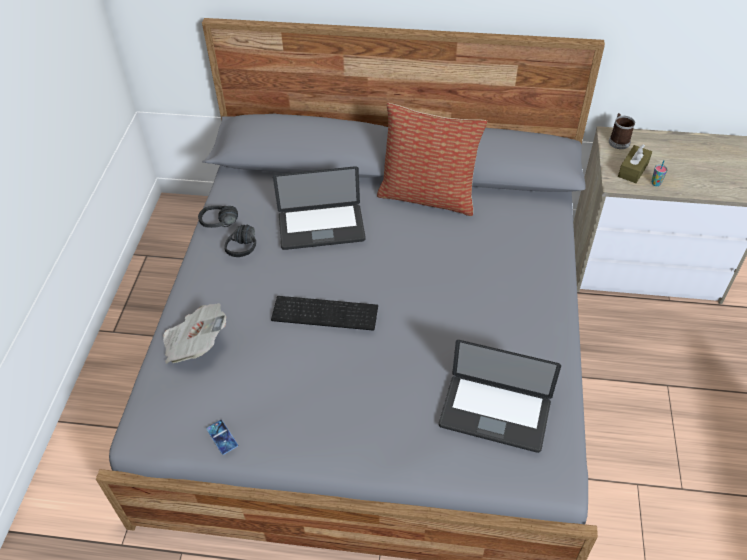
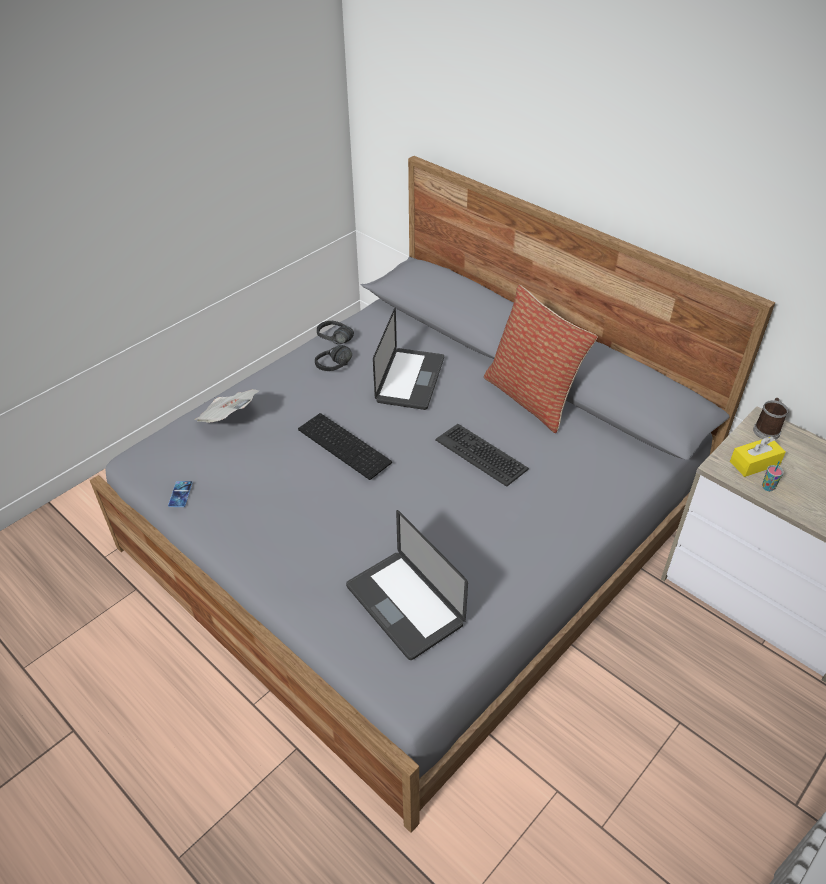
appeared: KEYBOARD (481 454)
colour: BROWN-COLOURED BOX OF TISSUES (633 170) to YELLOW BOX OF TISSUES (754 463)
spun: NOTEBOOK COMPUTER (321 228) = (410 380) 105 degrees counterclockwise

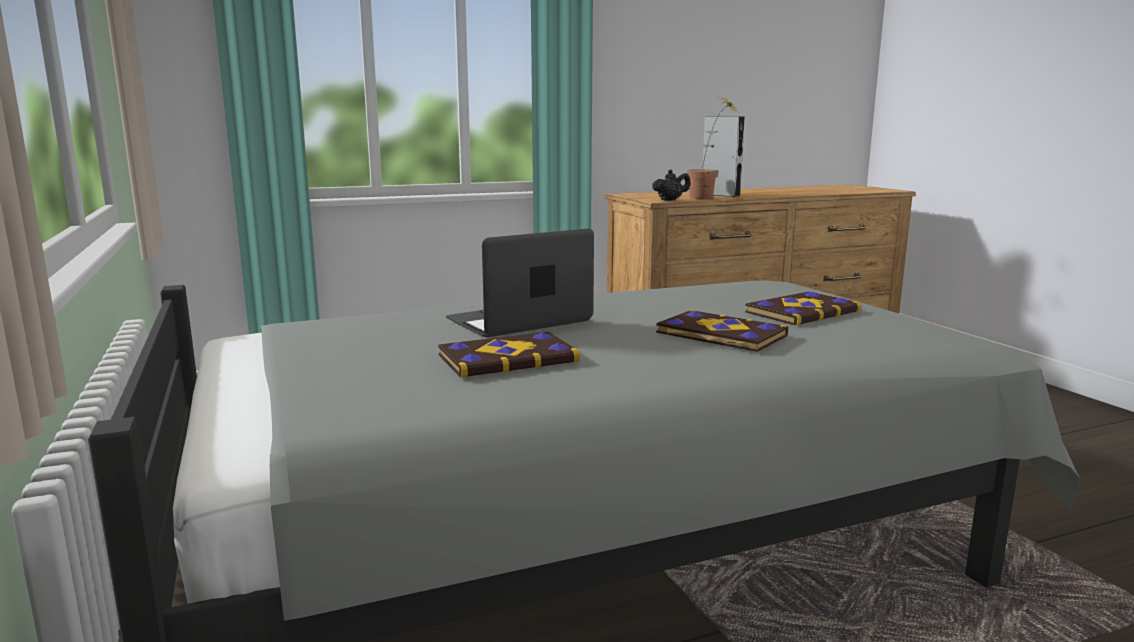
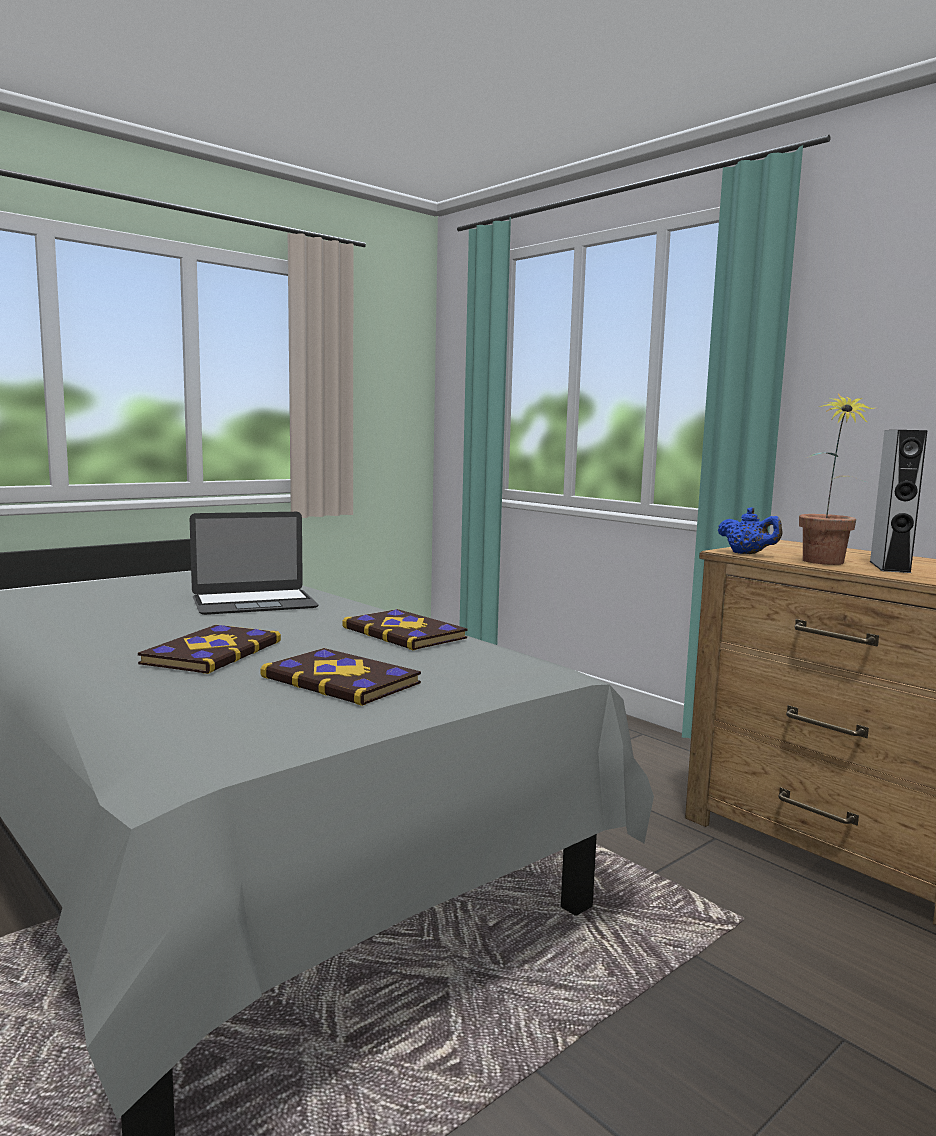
relocated: BOUND BOOK (507 358) to (405 633)
colour: BLACKISH TEA POT (670 200) to BLUISH TEA POT (747 554)
spun: NOTEBOOK COMPUTER (519 320) = (254 602) 120 degrees clockwise

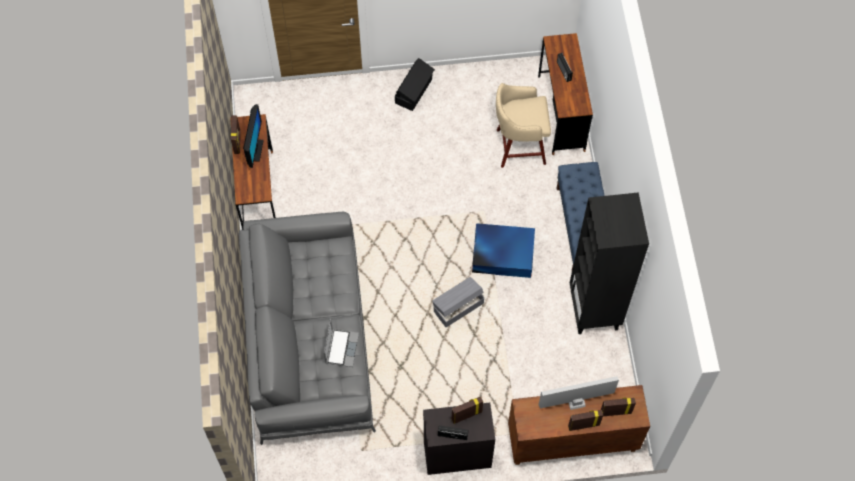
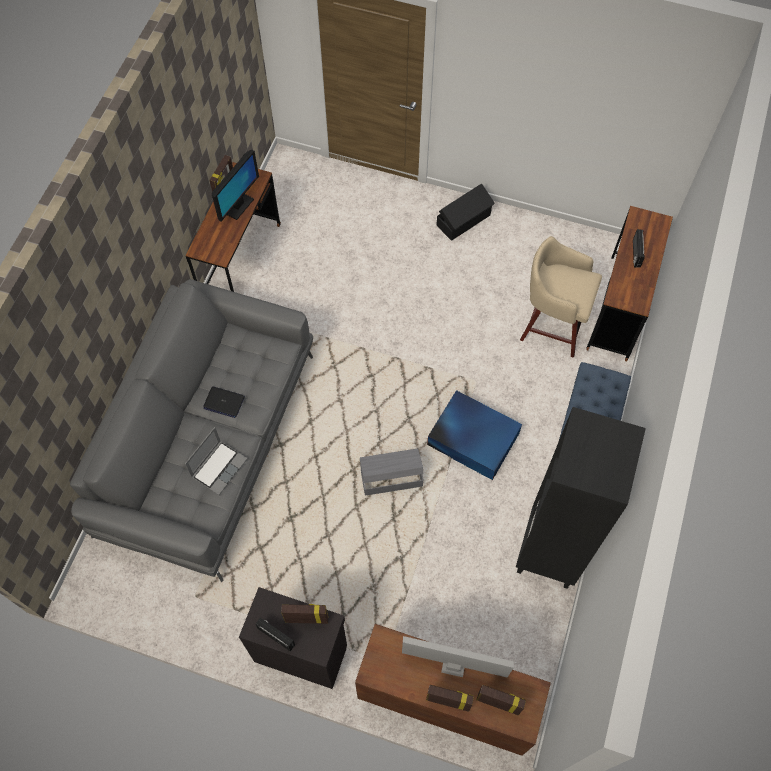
appeared: NOTEBOOK COMPUTER (224 402)

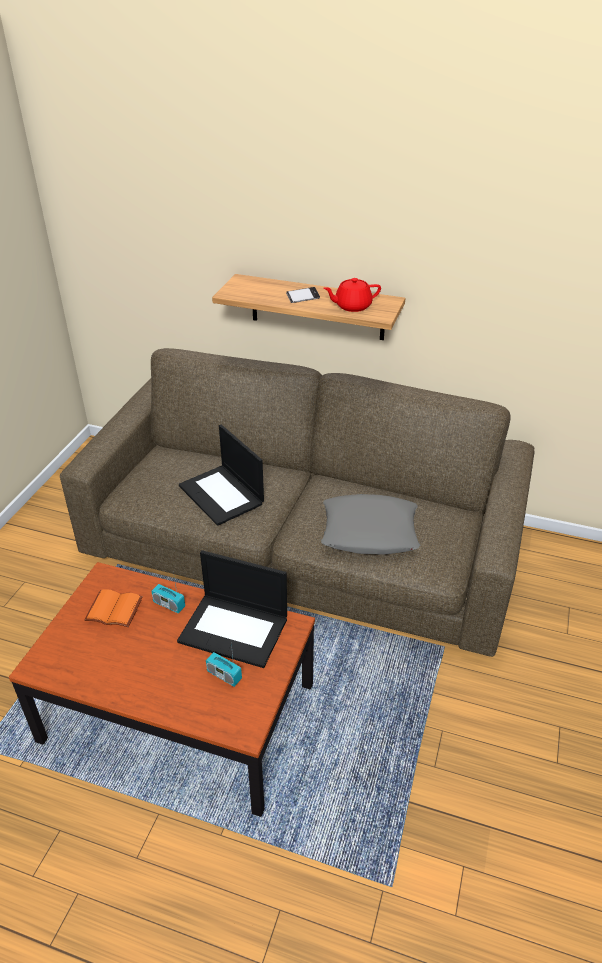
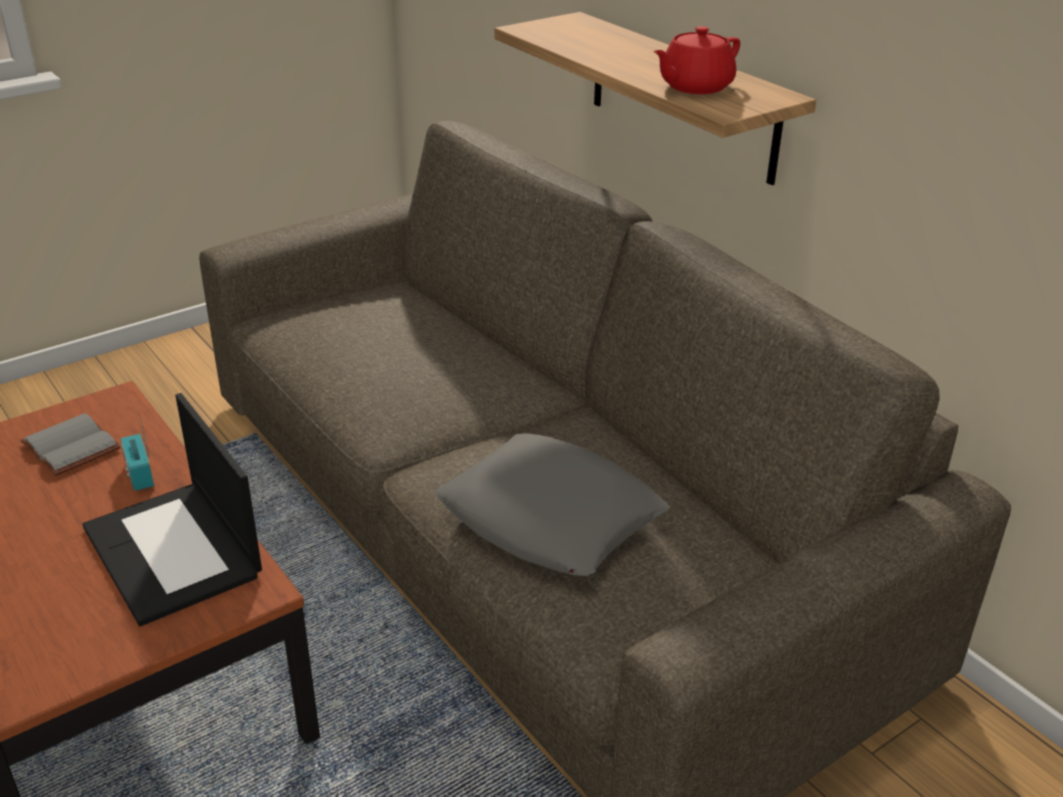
missing: NOTEBOOK COMPUTER (222 495); RADIO (224 675); HANDSET (303 297)
colour: ORANGE-COLOURED BOUND BOOK (112 610) to GRAY BOUND BOOK (68 447)
spun: RED TEA POT (352 306) = (694 87) 60 degrees counterclockwise

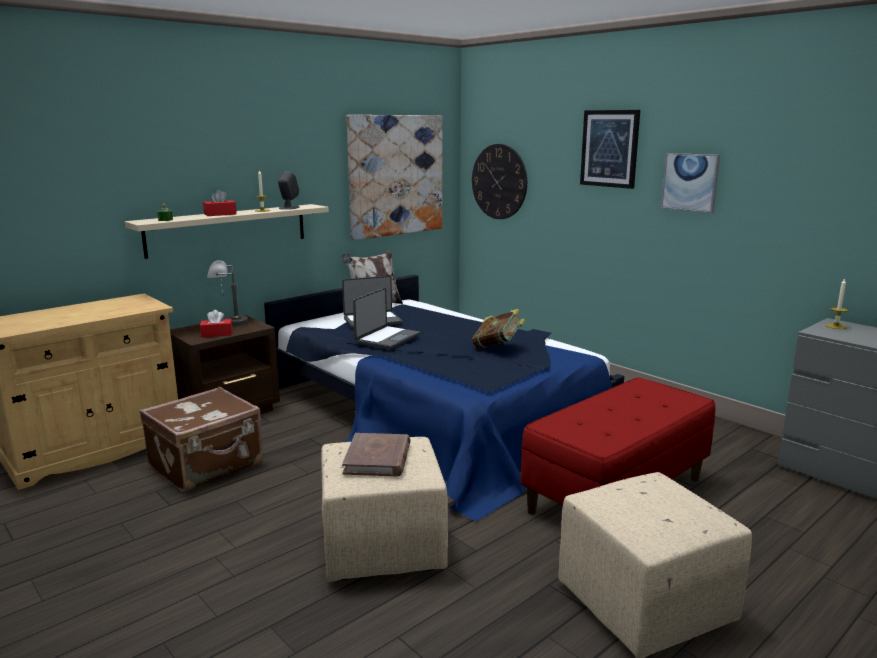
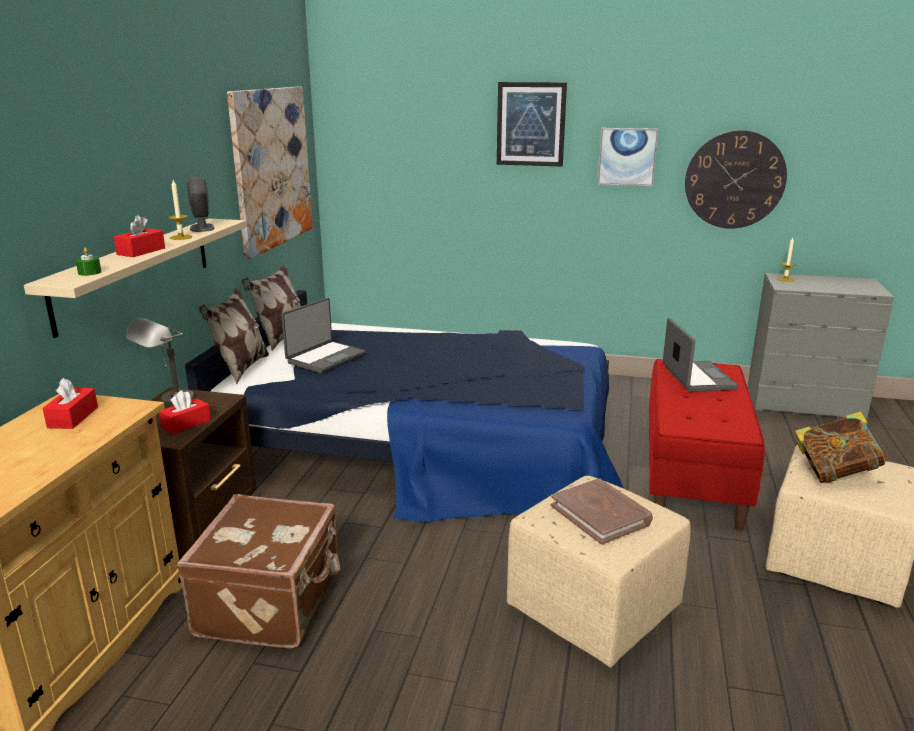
appeared: RED BOX OF TISSUES (73 417); CUSHION (240 369)
relocated: NOTEBOOK COMPUTER (386 338) to (696 377); CLOCK ON THE WALL (499 181) to (734 180); BOUND BOOK (498 348) to (835 473)

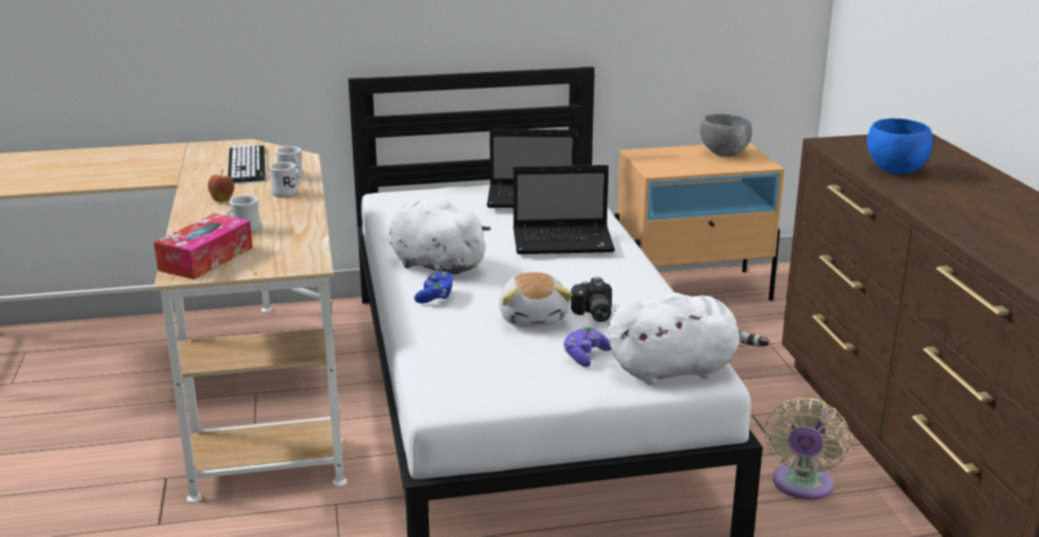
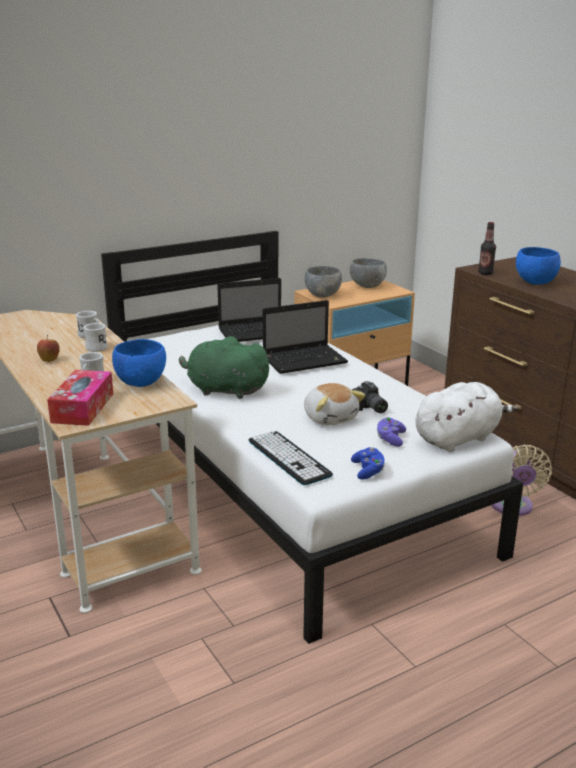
appeared: BLUISH SERVING BOWL (141 383); GRAY SERVING BOWL (323 295); BEVERAGE BOTTLE (485 273)
relocated: KEYBOARD (247 165) to (288 458); BLUISH JOYPAD (435 297) to (368 471)
colour: WHITE PLUSH TOY (434 265) to GREENISH PLUSH TOY (224 390)

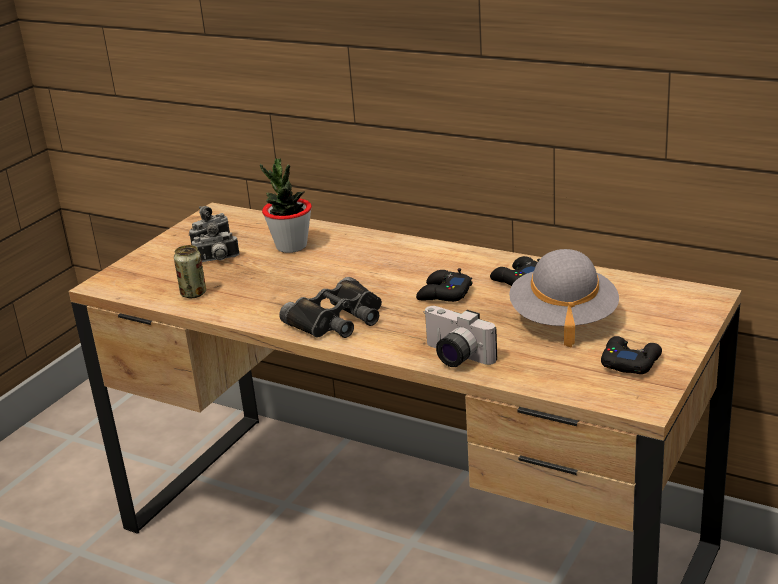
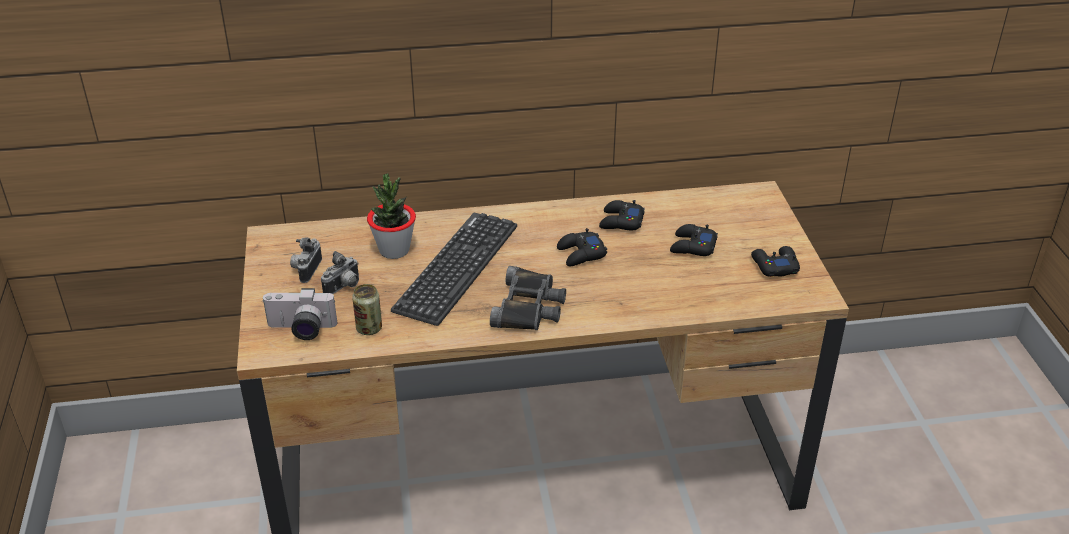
appeared: KEYBOARD (457 268)
relocated: PHOTO CAMERA (454 357) to (301 330)
exchanged: GRAY HAT (563 319) to BLACKISH JOYPAD (692 246)

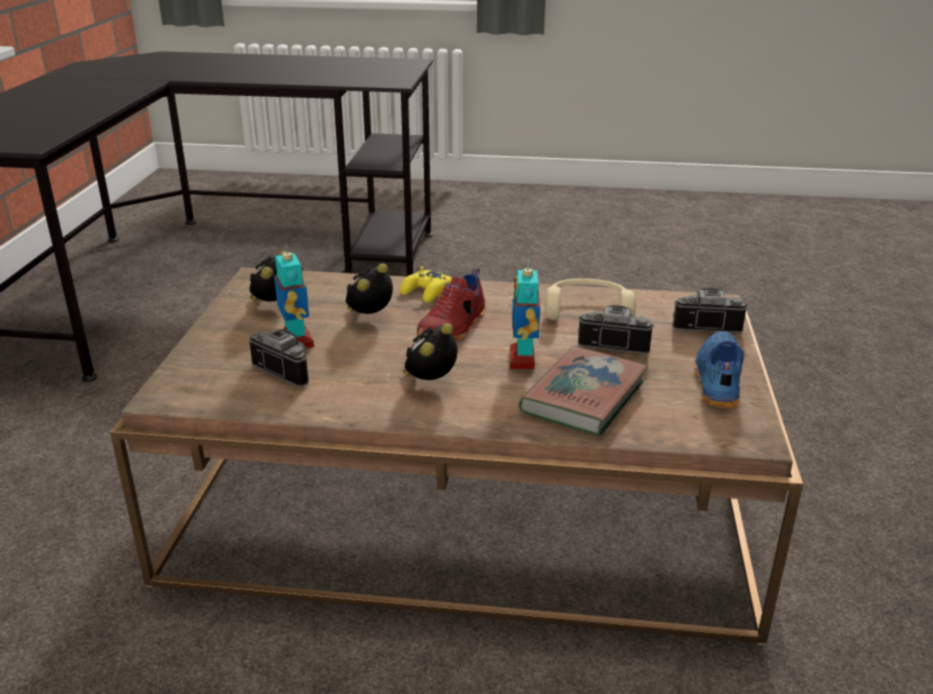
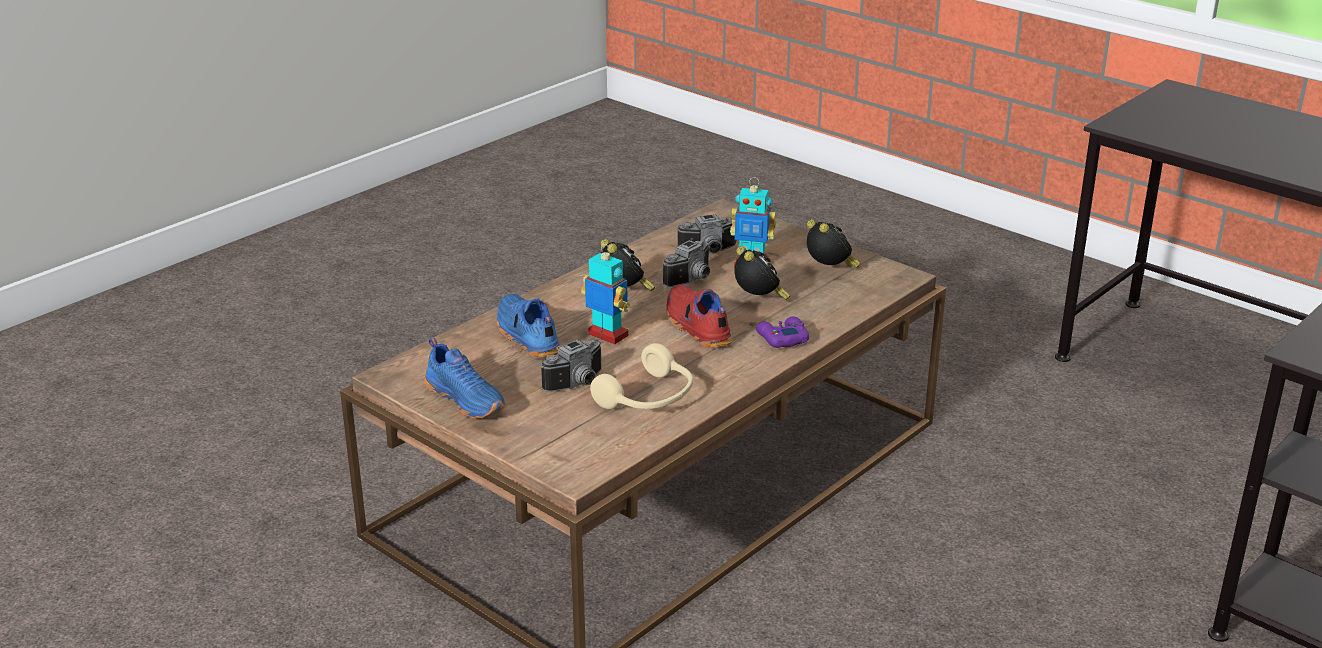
relocated: PHOTO CAMERA (706 325) to (693 279)
exchanged: BOUND BOOK (583 397) to BLUISH SHOE (526 337)
colour: YELLOW JOYPAD (427 292) to PURPLE-COLOURED JOYPAD (782 338)

